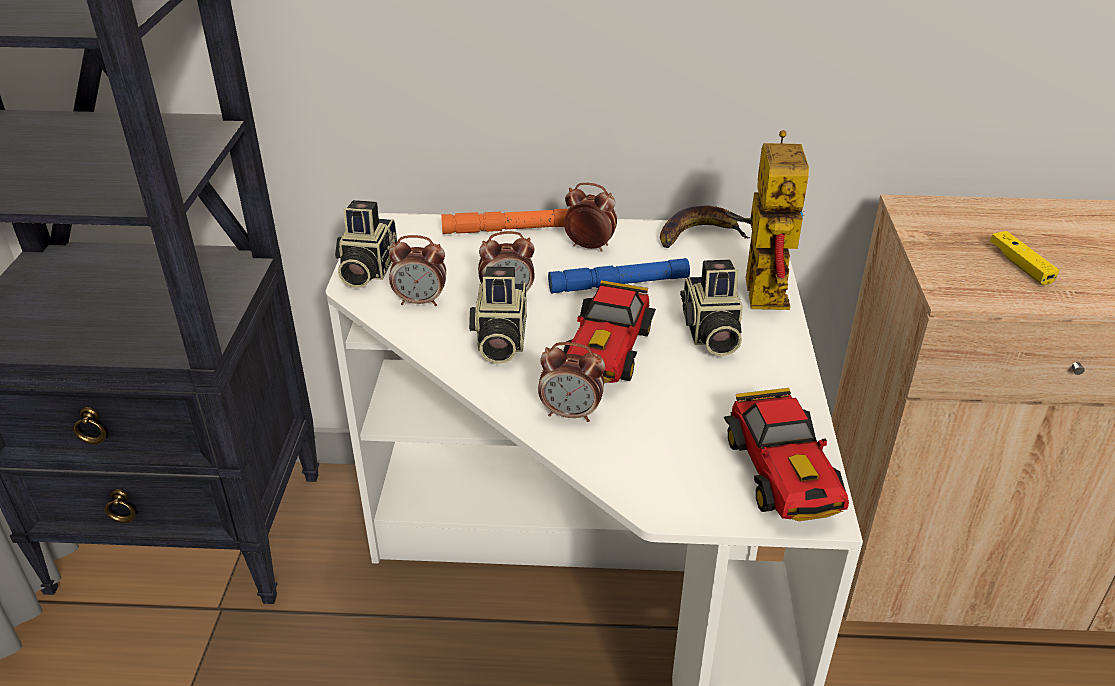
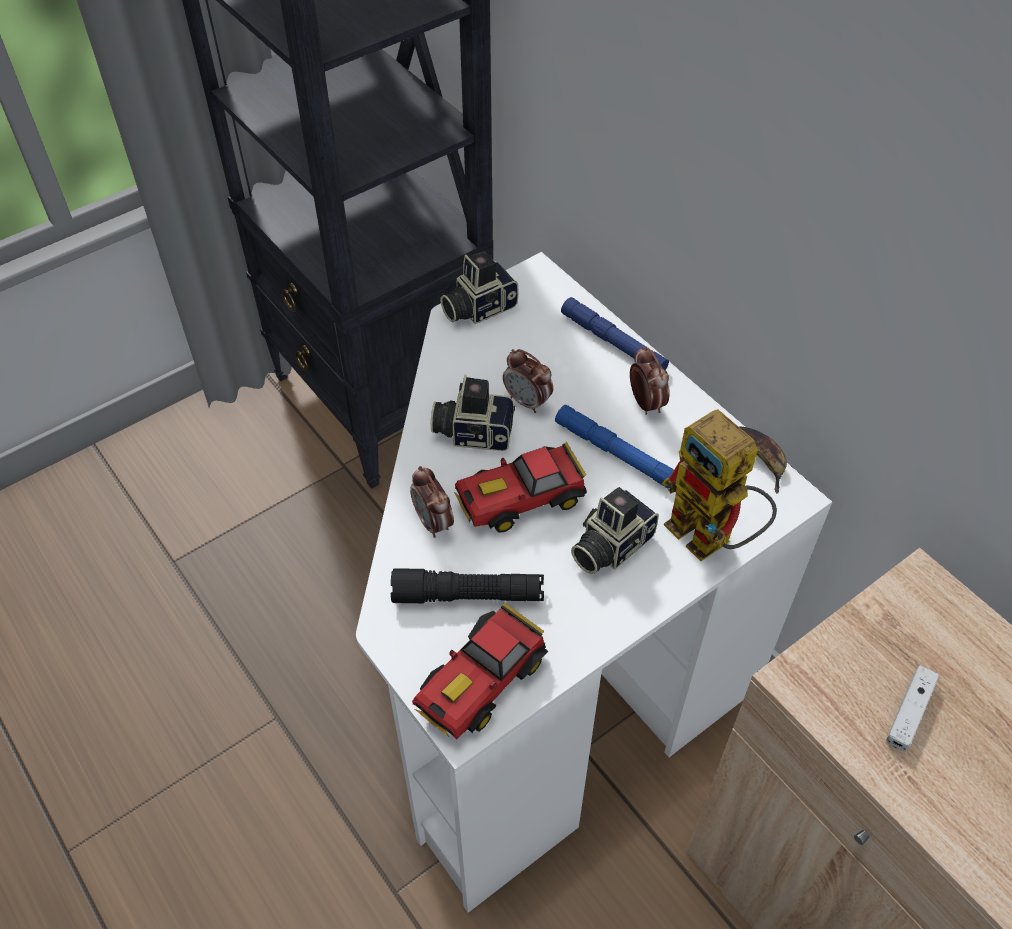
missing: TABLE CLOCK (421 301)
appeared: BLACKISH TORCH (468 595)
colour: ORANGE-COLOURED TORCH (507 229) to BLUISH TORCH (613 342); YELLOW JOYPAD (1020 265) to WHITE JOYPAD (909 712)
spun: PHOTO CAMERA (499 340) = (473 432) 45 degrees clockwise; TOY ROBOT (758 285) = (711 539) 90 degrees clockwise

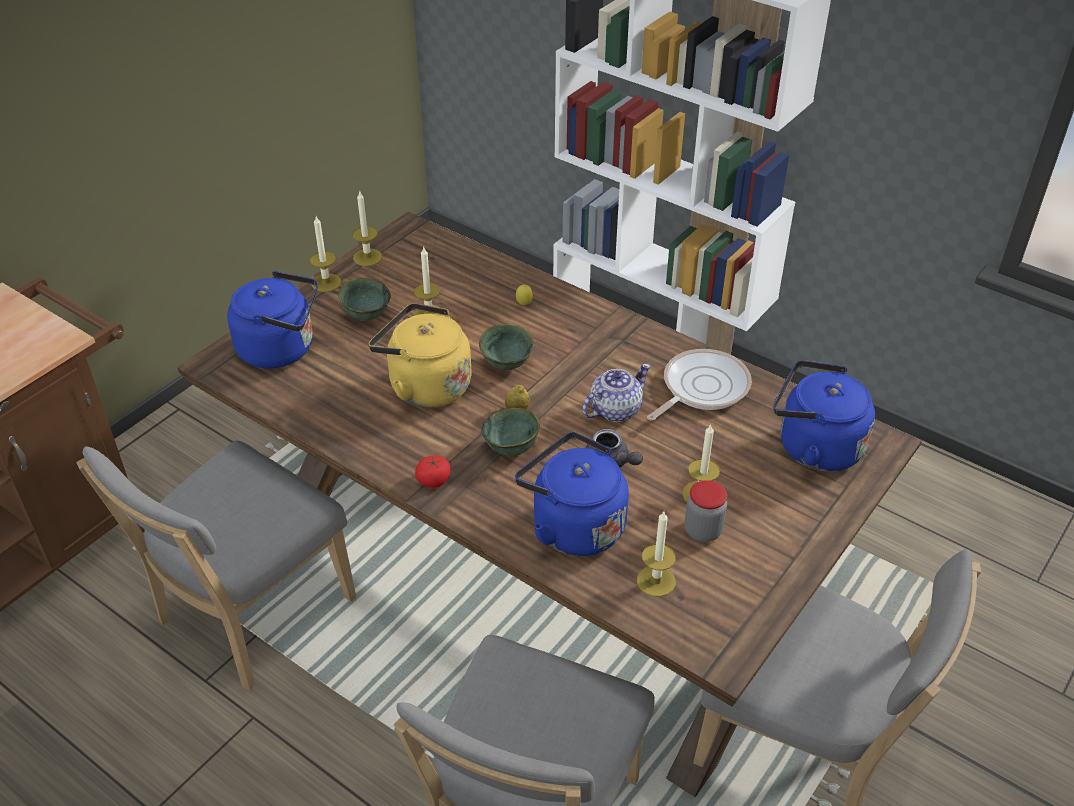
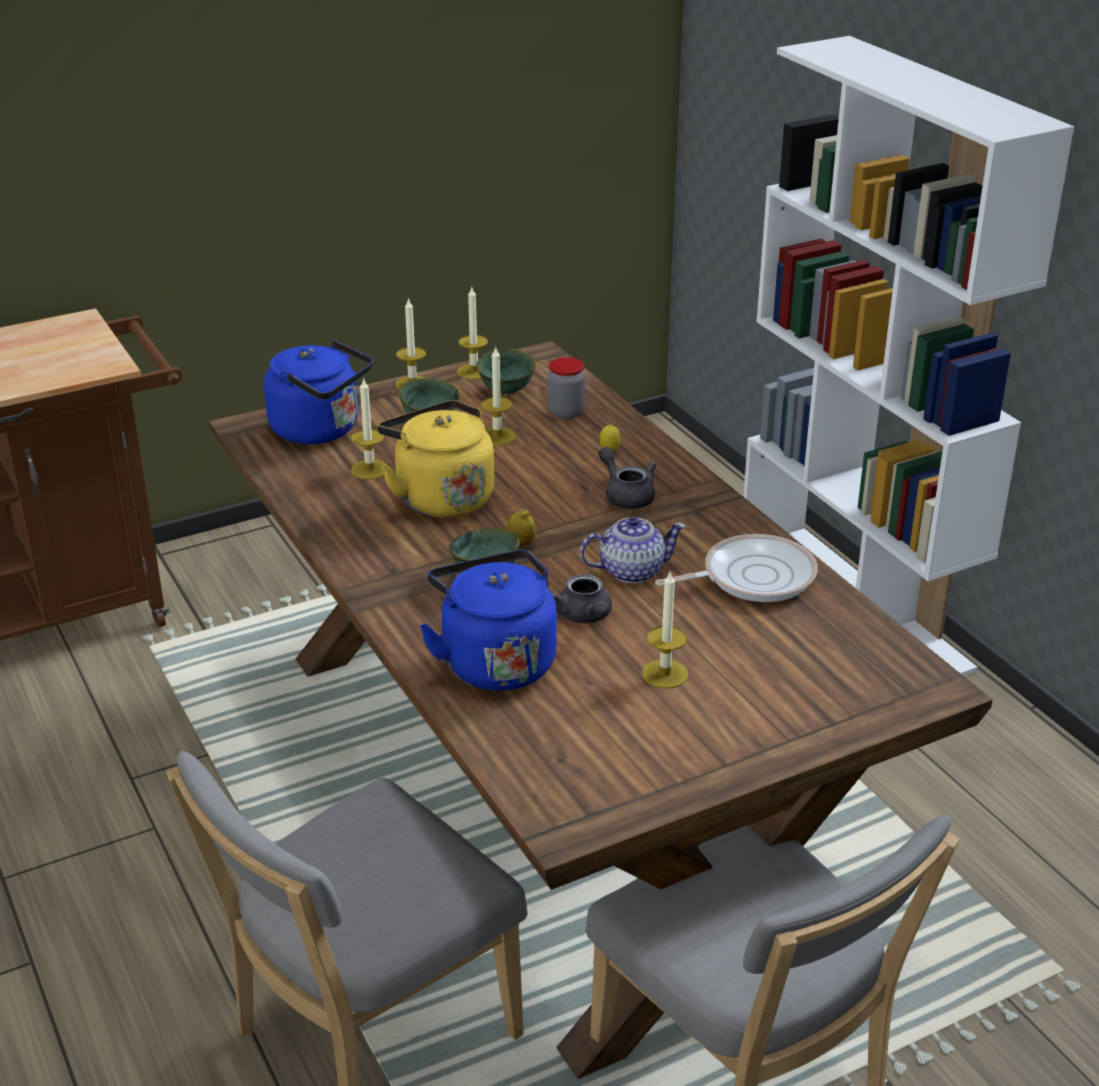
missing: GRAY PLAIN CHAIR (249 616); FRESH TOMATO (433 480); BLUISH TEA KETTLE (814 447)
appeared: GRAY TEA POT (626 495)
relocated: WAX LIGHT (656 581) to (369 469); GREENISH SERVING BOWL (507 364) to (507 392); PRESERVE JAR (703 531) to (566 412)

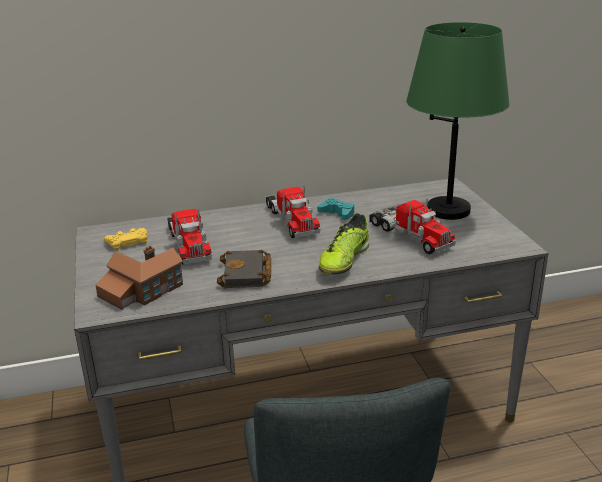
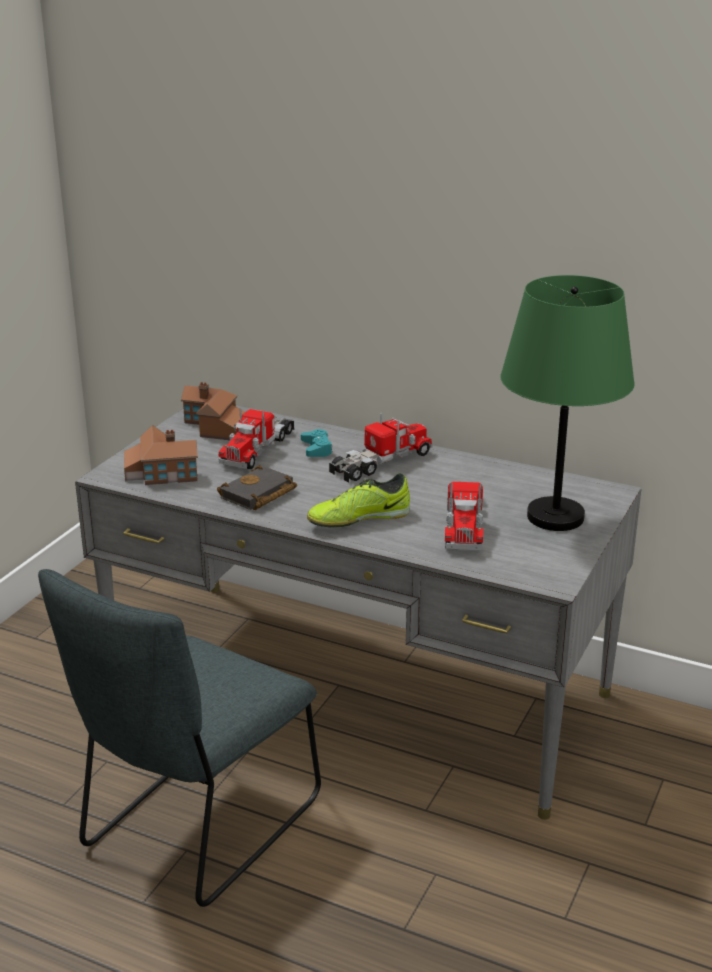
relocated: TURQUOISE-COLOURED JOYPAD (337 213) to (317 449)
exchanged: YELLOW JOYPAD (127 242) to TOY HOUSE (214 427)
spun: MODEL TRUCK (291 220) = (381 463) 150 degrees counterclockwise

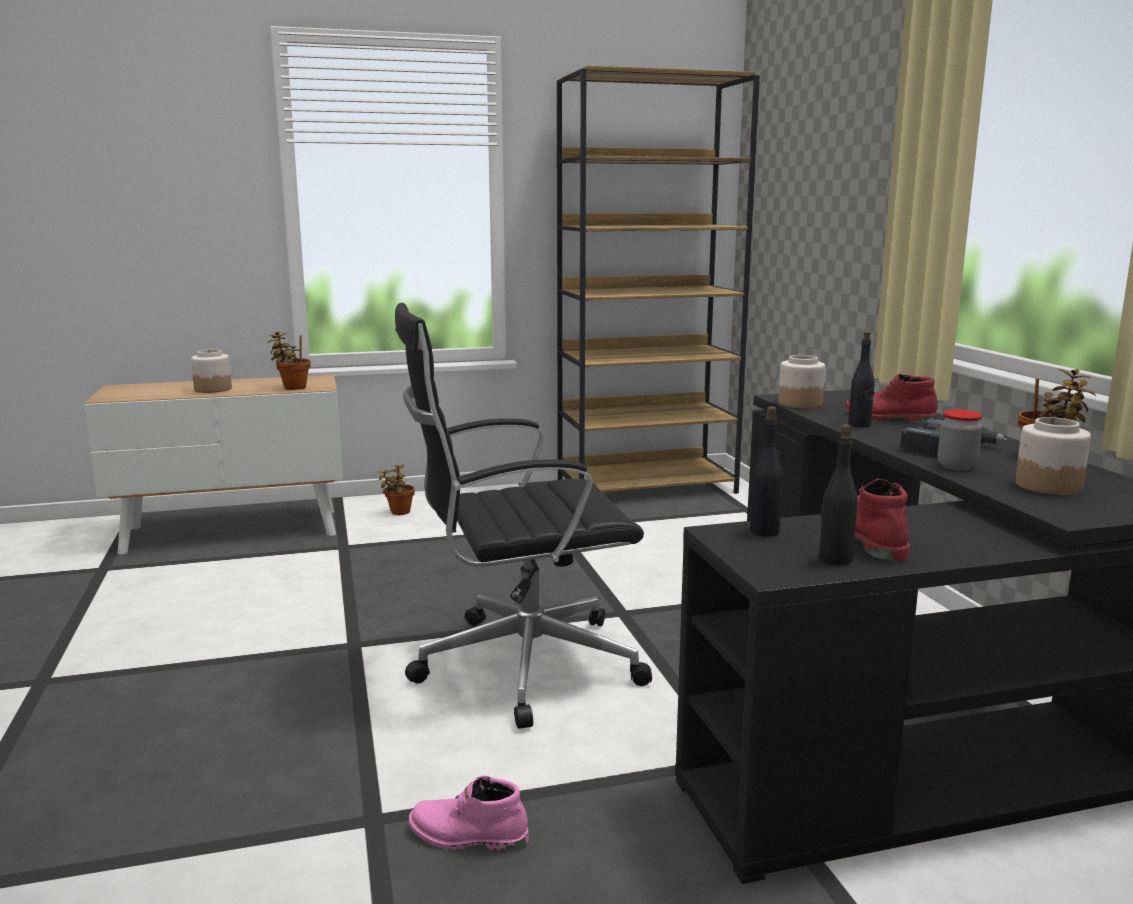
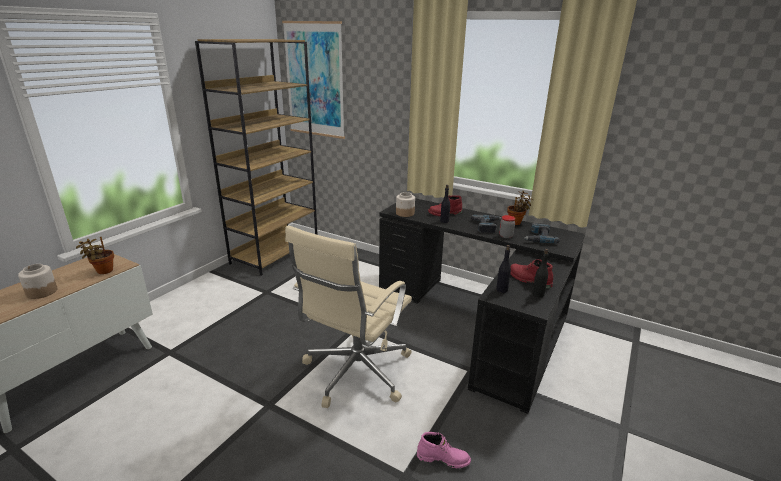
missing: PLANT IN A POT (398 512)
appeared: WALL ART (314 80)
exchanged: PRESERVE JAR (1048 486) to ELECTRIC DRILL (538 237)
colour: BLACKISH OFFICE CHAIR (520 665) to BEIGE-COLOURED OFFICE CHAIR (355 373)
spun: PINK-COLOURED HIGH-TOP BOOT (467 837) = (443 458) 135 degrees counterclockwise

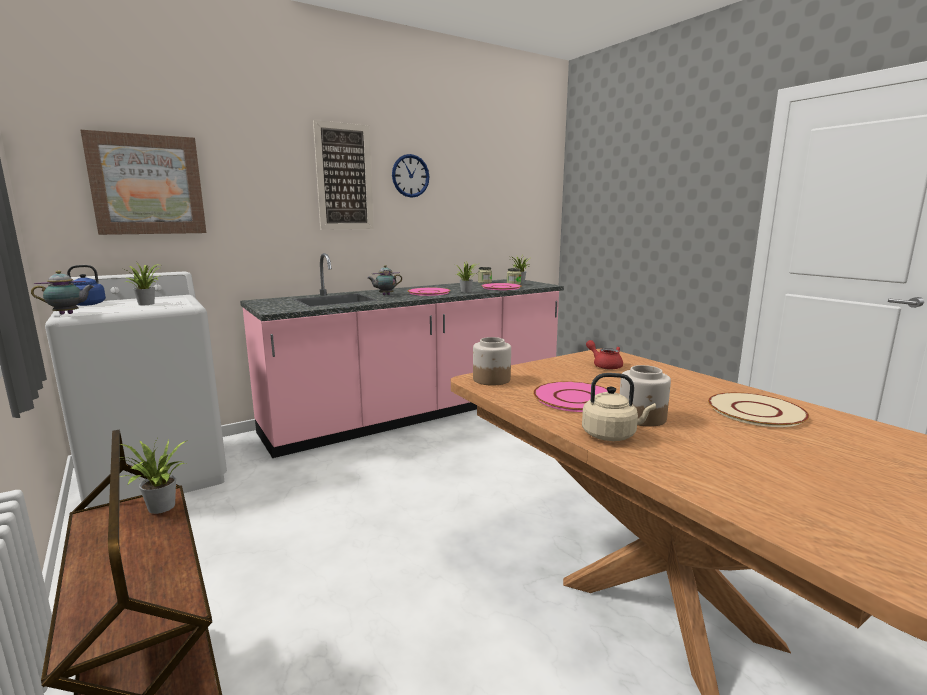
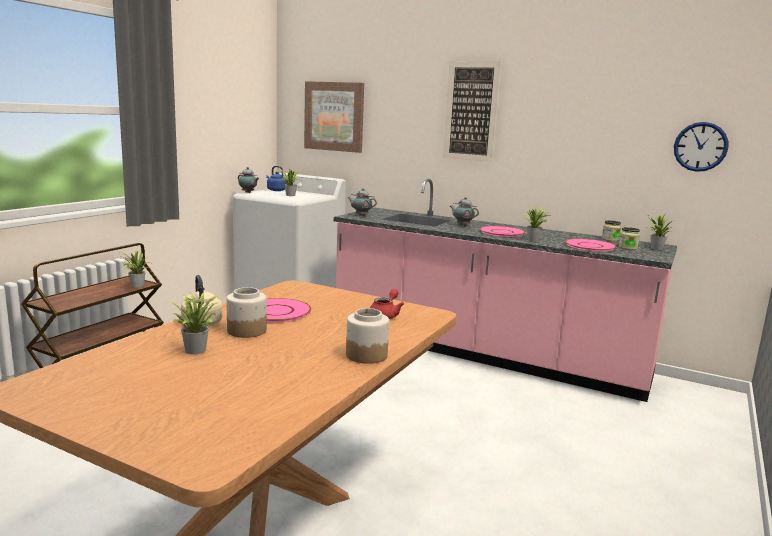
missing: BEIGE-COLOURED FLAT DISH (755 411)
appeared: PLANT IN A POT (197 349); TEA POT (361 215)
relocated: PRESERVE JAR (491 379) to (366 355); CLOCK ON THE WALL (410 176) to (700 146)

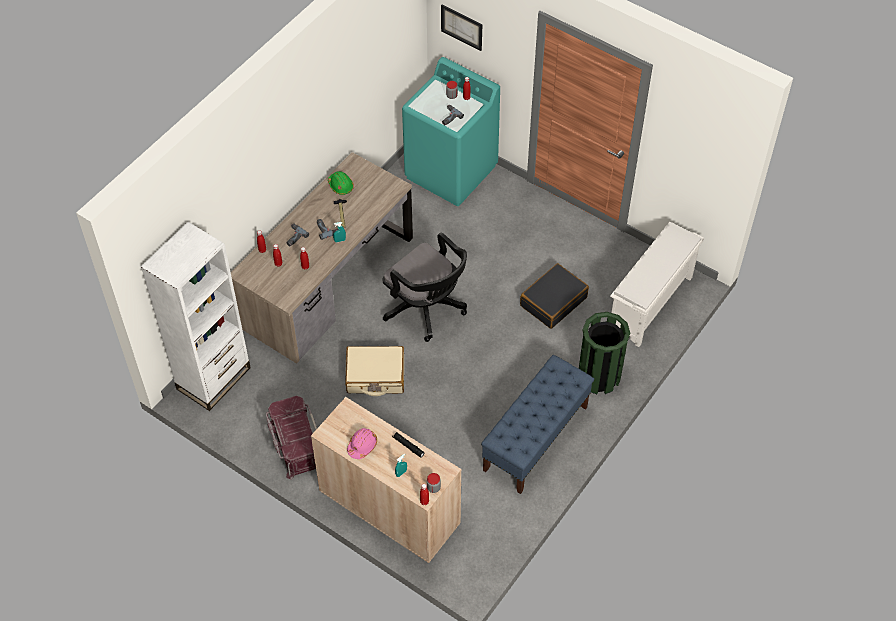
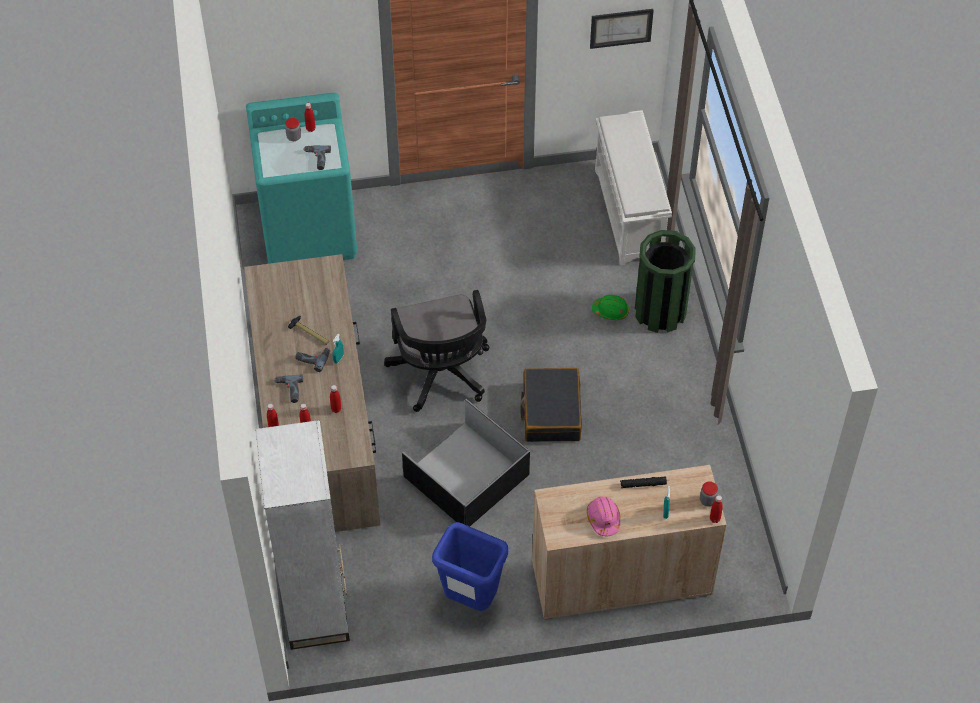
missing: BLUISH LONG SEAT (535 439)
relocated: BLACKISH SUITCASE (553 301) to (551 412); WALL ART (462 27) to (621 28); GREENISH SAFETY HELMET (340 186) to (611 311)
exchanged: BEIGE-COLOURED SUITCASE (375 375) to BLACKISH STORAGE BIN (467 474); RED STORAGE BIN (295 445) to BLUISH RUBBISH BIN (470 599)
spun: BLACKISH OFFICE CHAIR (427 309) = (441 375) 75 degrees clockwise

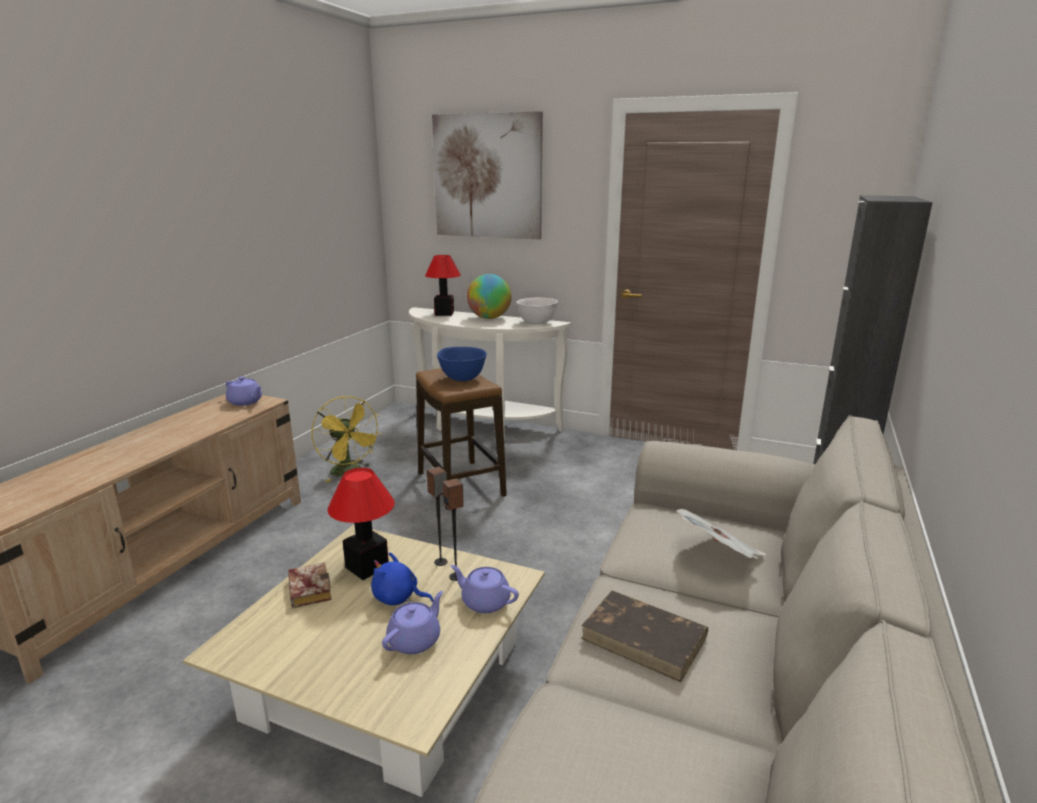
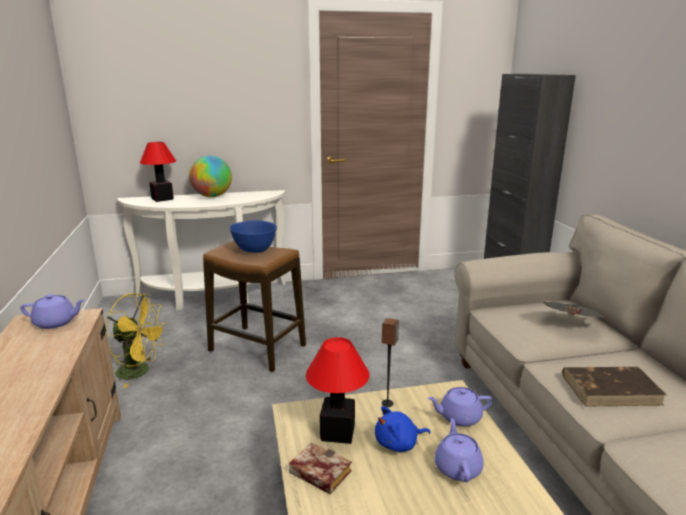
missing: WALL ART (487 176); LOUDSPEAKER (456 576); WHITE SERVING BOWL (537 323)

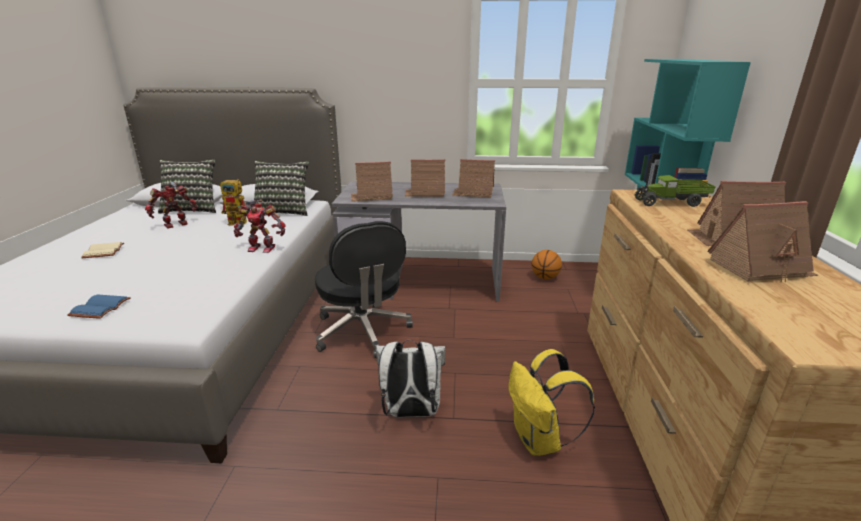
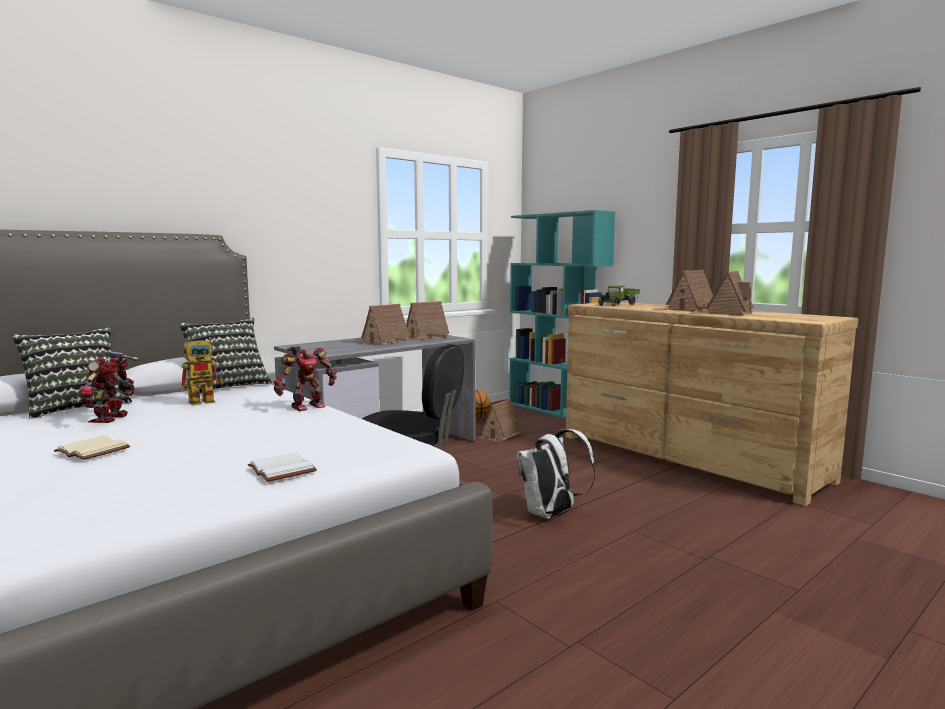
missing: YELLOW KNAPSACK (539 441)
relocated: TOY HOUSE (372 196) to (499 435)
colour: BLUISH BOUND BOOK (100 307) to WHITE BOUND BOOK (279 470)

